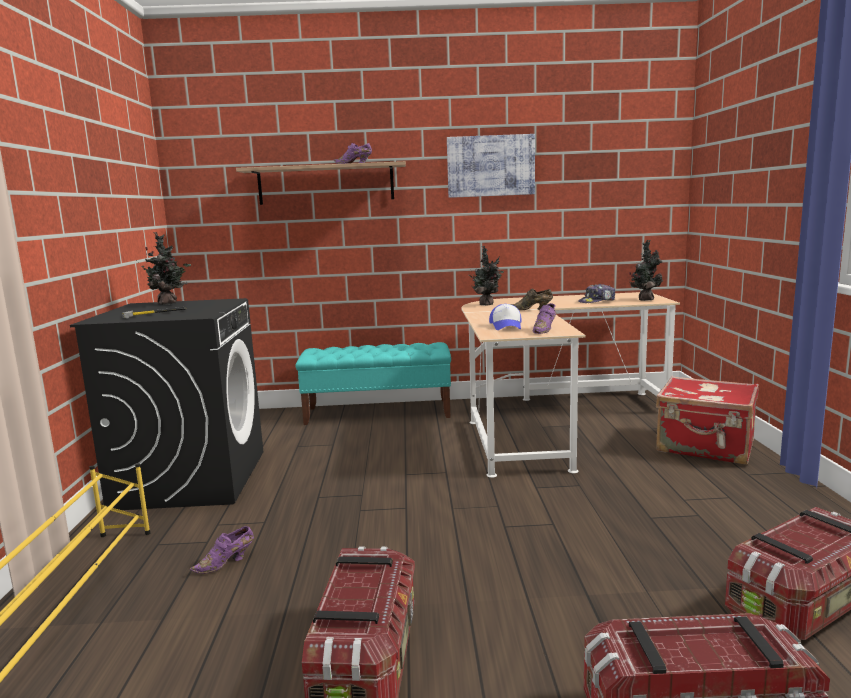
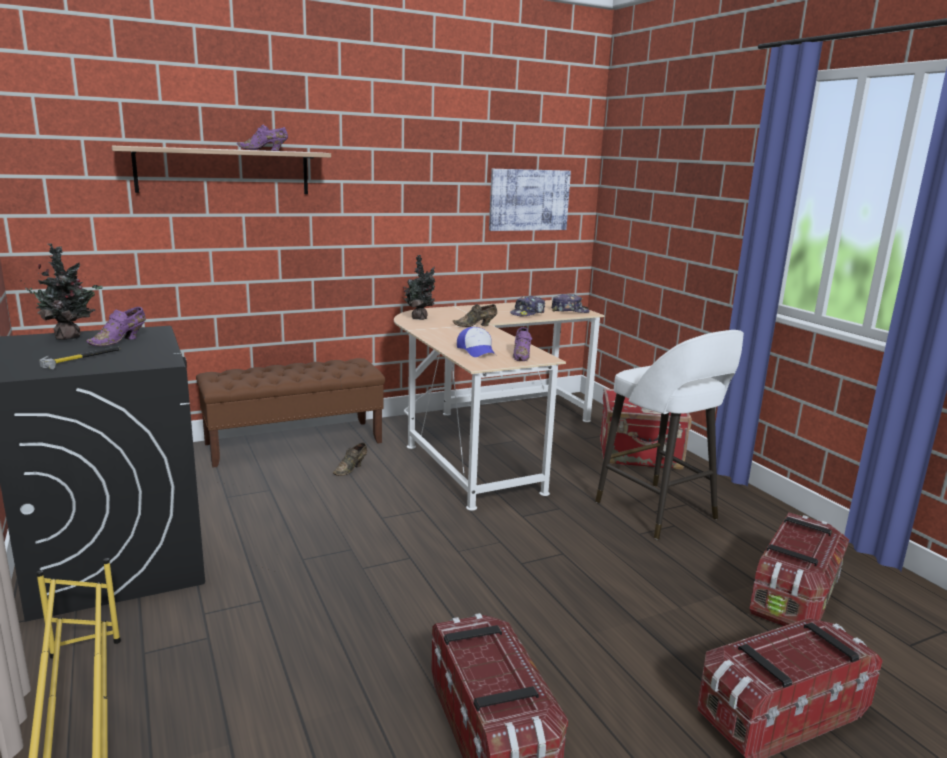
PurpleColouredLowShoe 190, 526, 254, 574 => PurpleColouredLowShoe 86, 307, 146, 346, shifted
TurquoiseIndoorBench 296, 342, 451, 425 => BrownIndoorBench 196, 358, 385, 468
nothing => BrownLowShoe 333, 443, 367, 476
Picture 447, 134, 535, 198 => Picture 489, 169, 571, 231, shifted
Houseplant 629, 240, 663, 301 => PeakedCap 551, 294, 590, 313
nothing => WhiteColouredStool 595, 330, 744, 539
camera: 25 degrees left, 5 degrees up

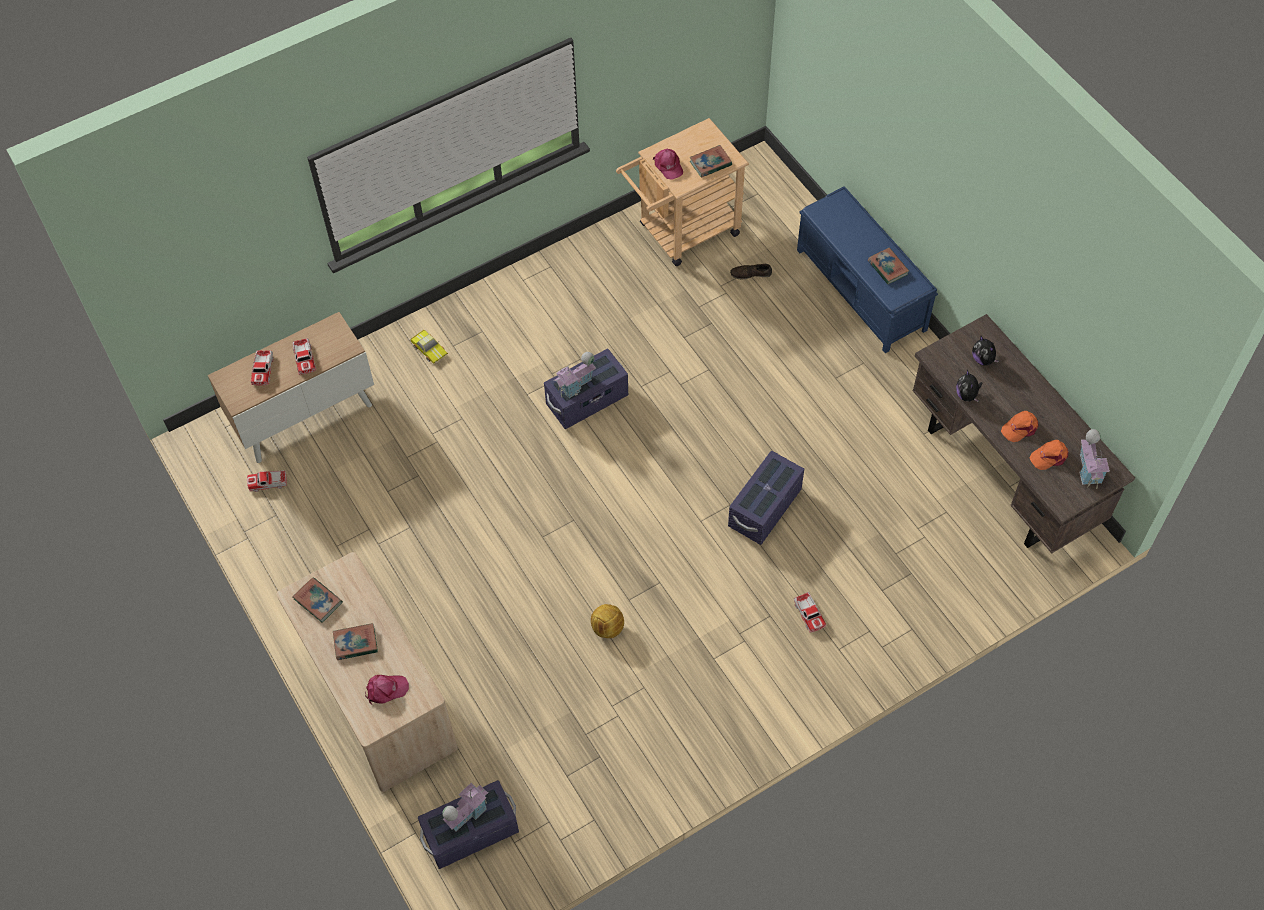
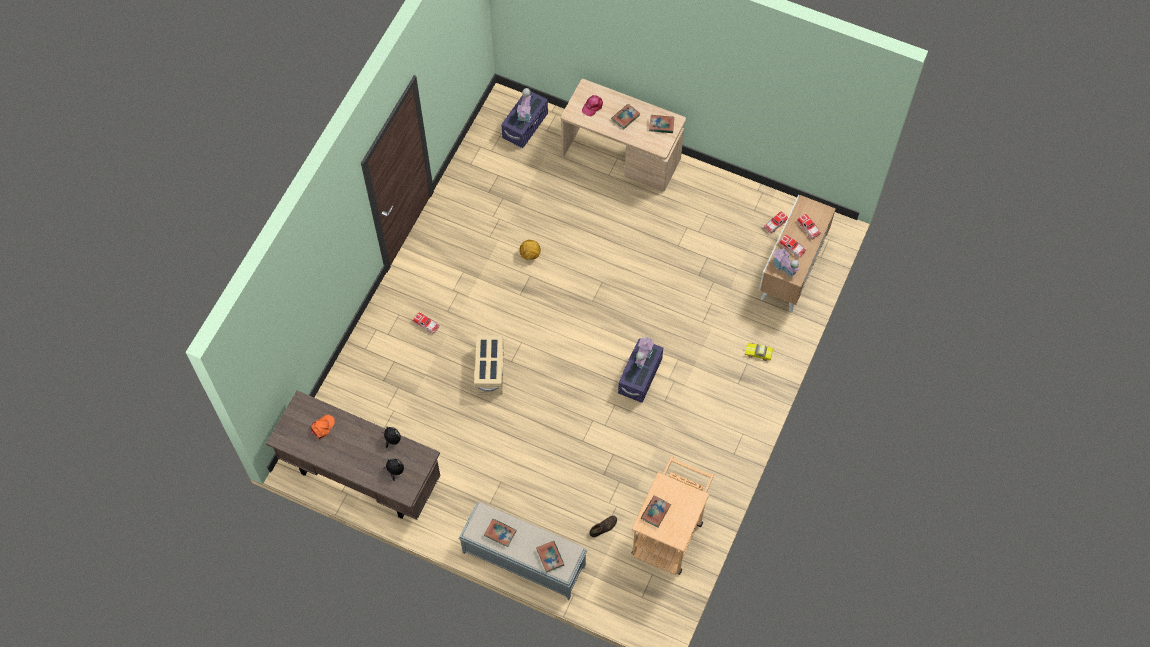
BlueIndoorBench 797, 186, 938, 353 => GreyIndoorBench 458, 502, 587, 600
PurpleColouredStorageBin 728, 451, 804, 545 => SandColouredStorageBin 474, 335, 504, 395
nothing => BoundBook 536, 541, 564, 573
ToyHouse 1079, 429, 1110, 489 => ToyHouse 773, 248, 800, 277, shifted
PinkishPeakedCap 653, 149, 683, 180 => nothing
OrangeColouredPeakedCap 1001, 411, 1038, 442 => nothing
camera: 145 degrees right, 5 degrees up

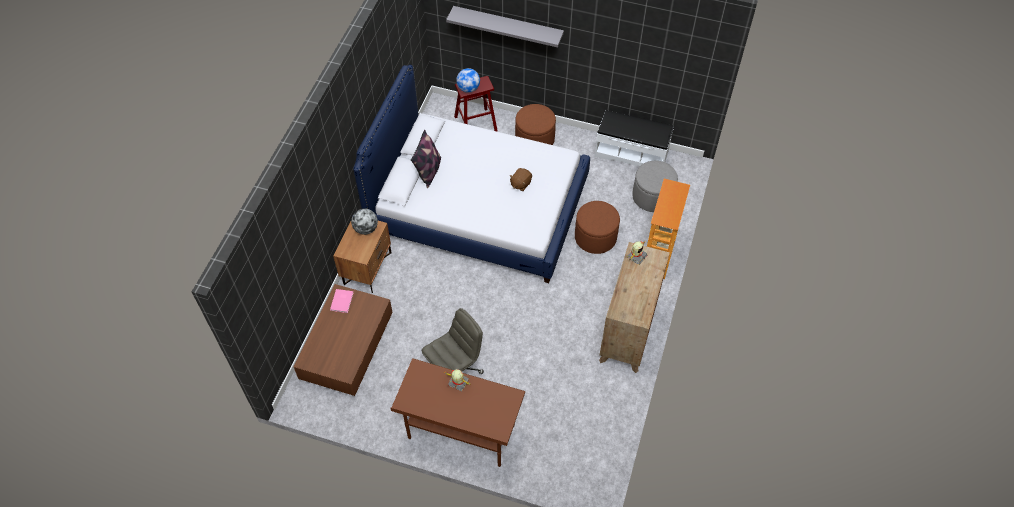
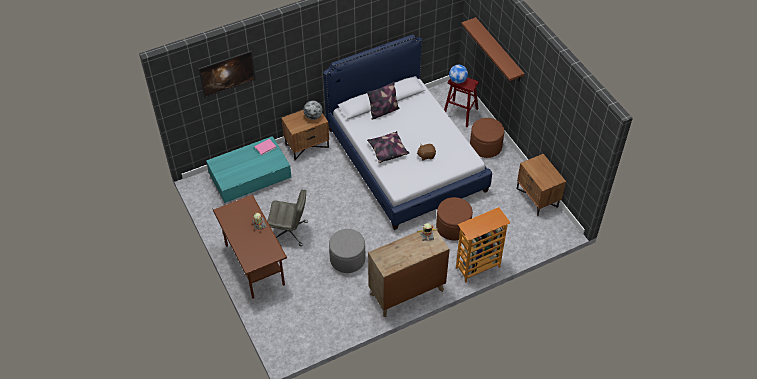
nothing => Picture 198, 51, 256, 98
BrownLoungeTable 294, 284, 393, 396 => TurquoiseLoungeTable 206, 136, 291, 203
GreyPouffe 632, 161, 678, 212 => GreyPouffe 329, 229, 365, 273, shifted
nothing => ThrowPillow 367, 131, 409, 163
GreyWallShelf 446, 6, 564, 47 => BrownWallShelf 462, 17, 525, 81
WhiteColouredIndoorBench 595, 110, 674, 166 => BrownNightTable 517, 154, 566, 216
camera: 45 degrees right, 5 degrees down

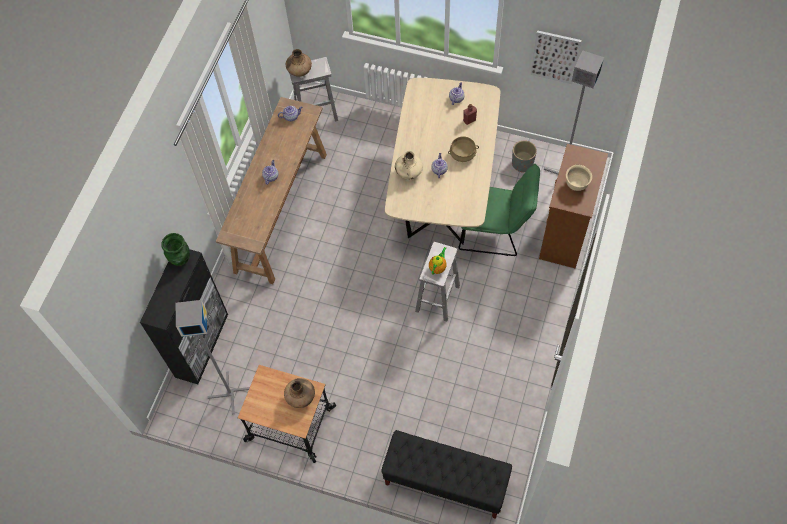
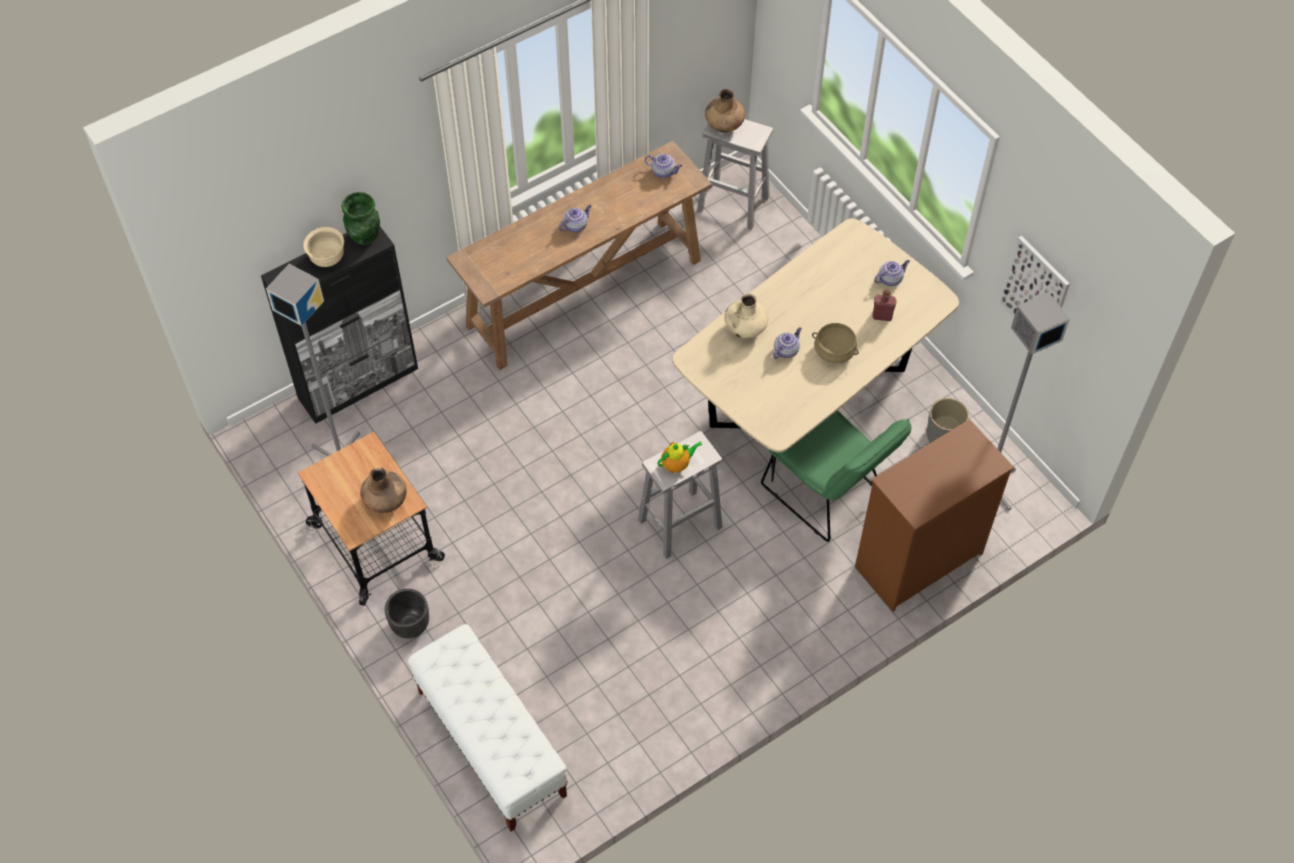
SandColouredServingBowl 566, 165, 592, 191 => SandColouredServingBowl 303, 227, 344, 267, shifted
nothing => BlackishFlowerPot 385, 589, 429, 638
BlackishIndoorBench 382, 430, 512, 519 => WhiteColouredIndoorBench 408, 624, 568, 832
camera: 35 degrees right, 5 degrees down

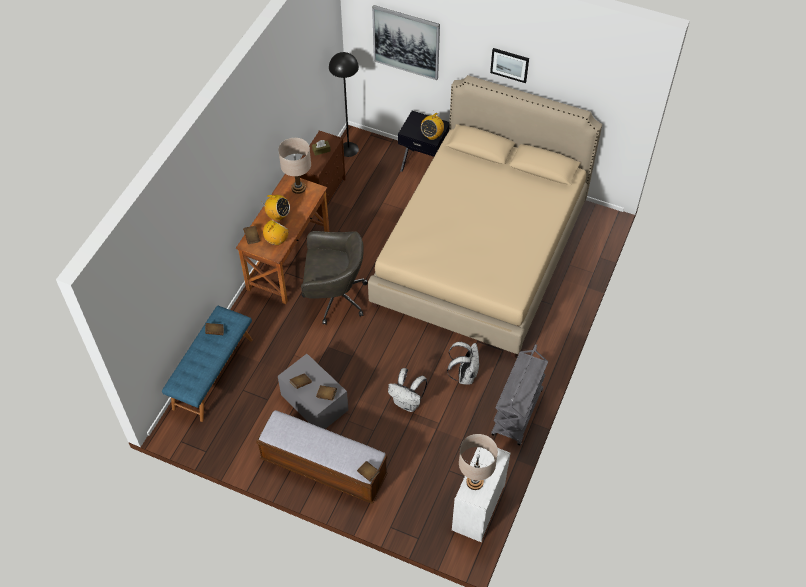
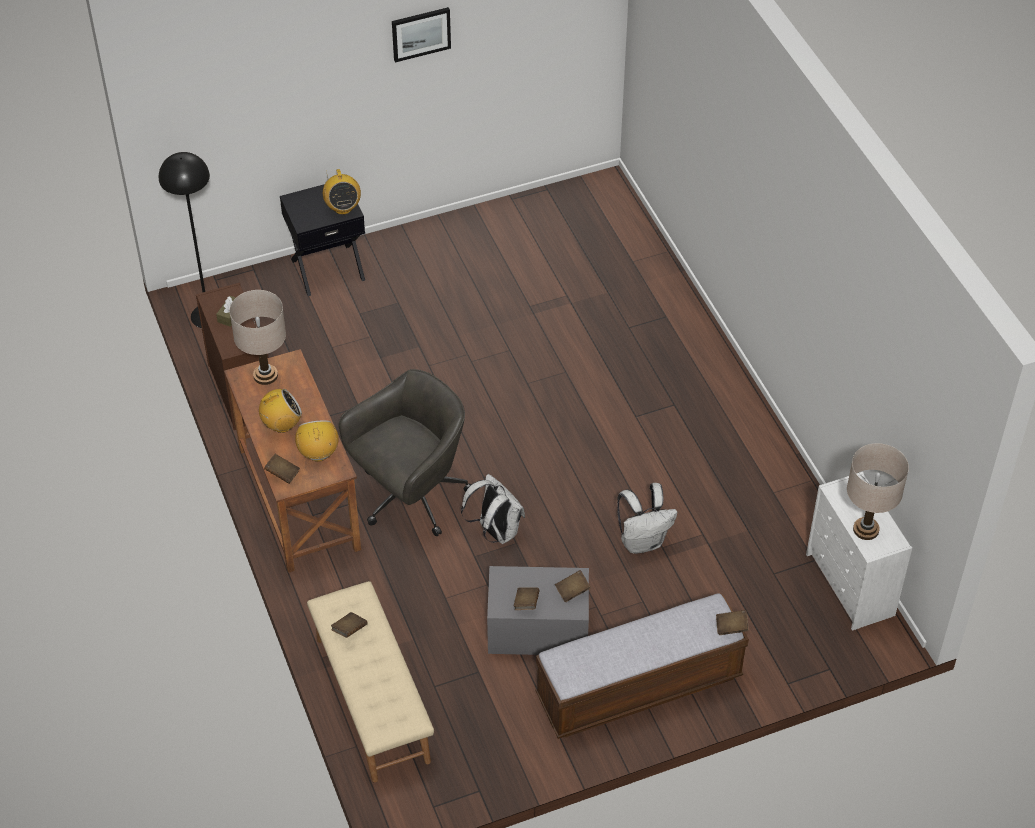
BlueIndoorBench 162, 306, 253, 422 => SandColouredIndoorBench 307, 581, 434, 782
WhiteColouredBackpack 447, 342, 480, 385 => WhiteColouredBackpack 461, 474, 525, 544, shifted
SandColouredBedroomBed 368, 75, 602, 358 => nothing
Picture 372, 5, 440, 80 => nothing
GreyWheeledCart 491, 344, 548, 446 => nothing
camera: 45 degrees left, 5 degrees down

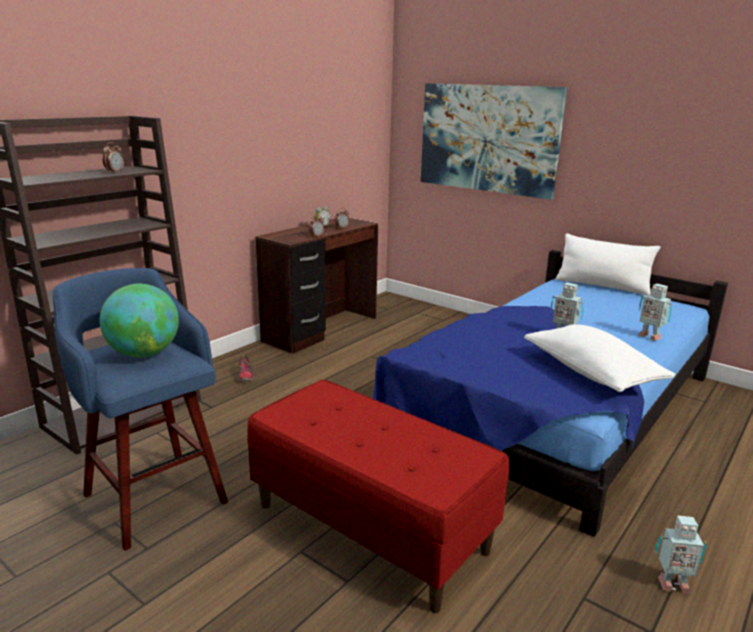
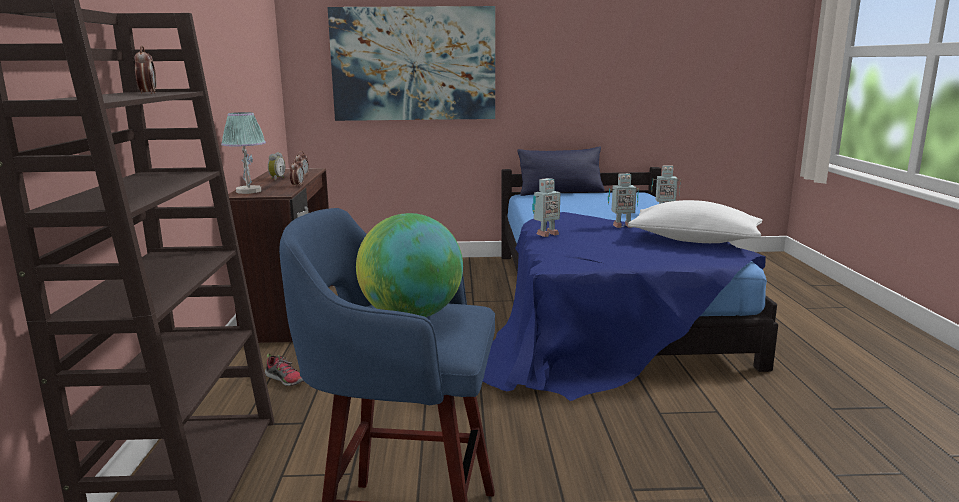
nothing => LampForATable 221, 112, 266, 194
WhiteColouredThrowPillow 556, 234, 661, 296 => BlueThrowPillow 518, 147, 605, 196
RobotFigure 655, 515, 707, 594 => RobotFigure 532, 178, 560, 237, shifted
RedColouredIndoorBench 247, 380, 509, 613 => nothing
camera: 40 degrees left, 5 degrees down

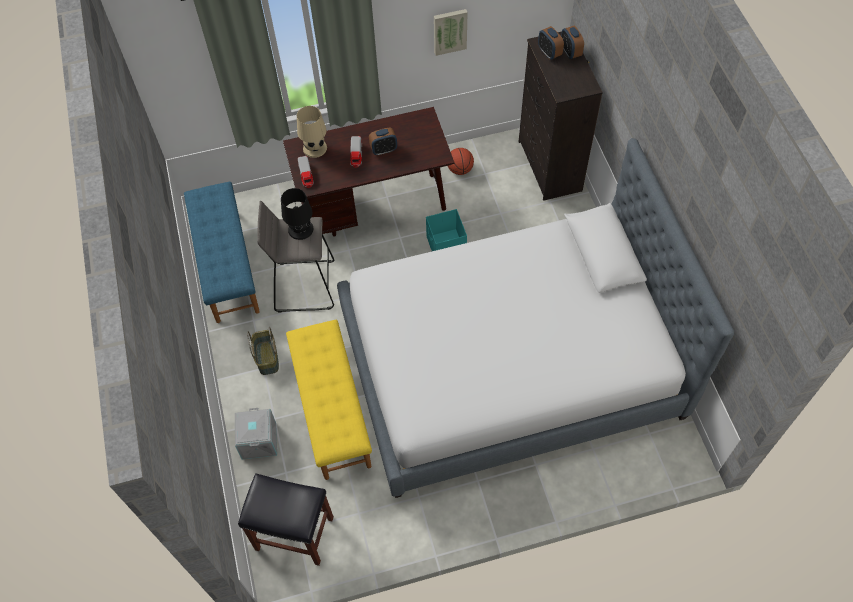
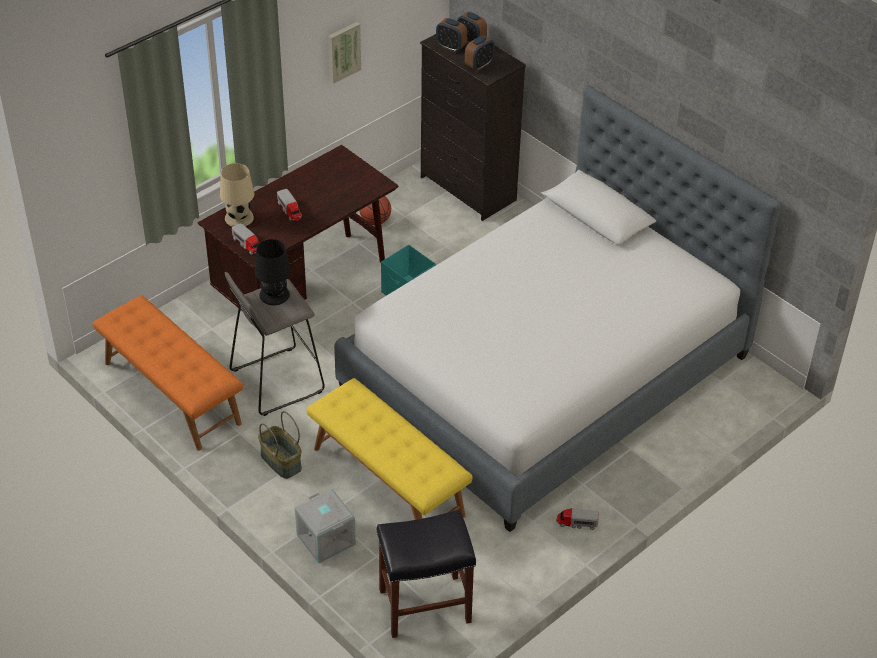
BlueIndoorBench 184, 182, 260, 323 => OrangeColouredIndoorBench 93, 295, 243, 451
BedsideClock 369, 127, 397, 155 => BedsideClock 465, 35, 494, 71, shifted
nothing => ToyTruck 557, 508, 599, 530
camera: 30 degrees left, 15 degrees down

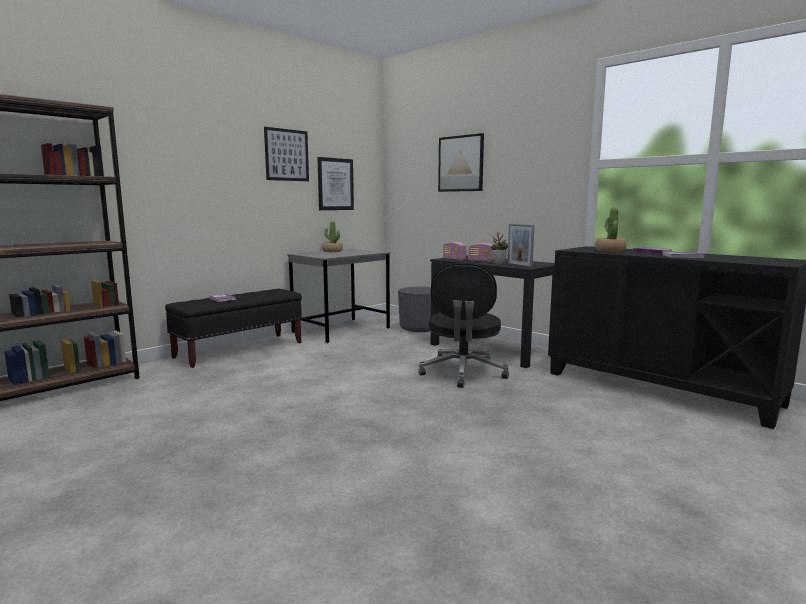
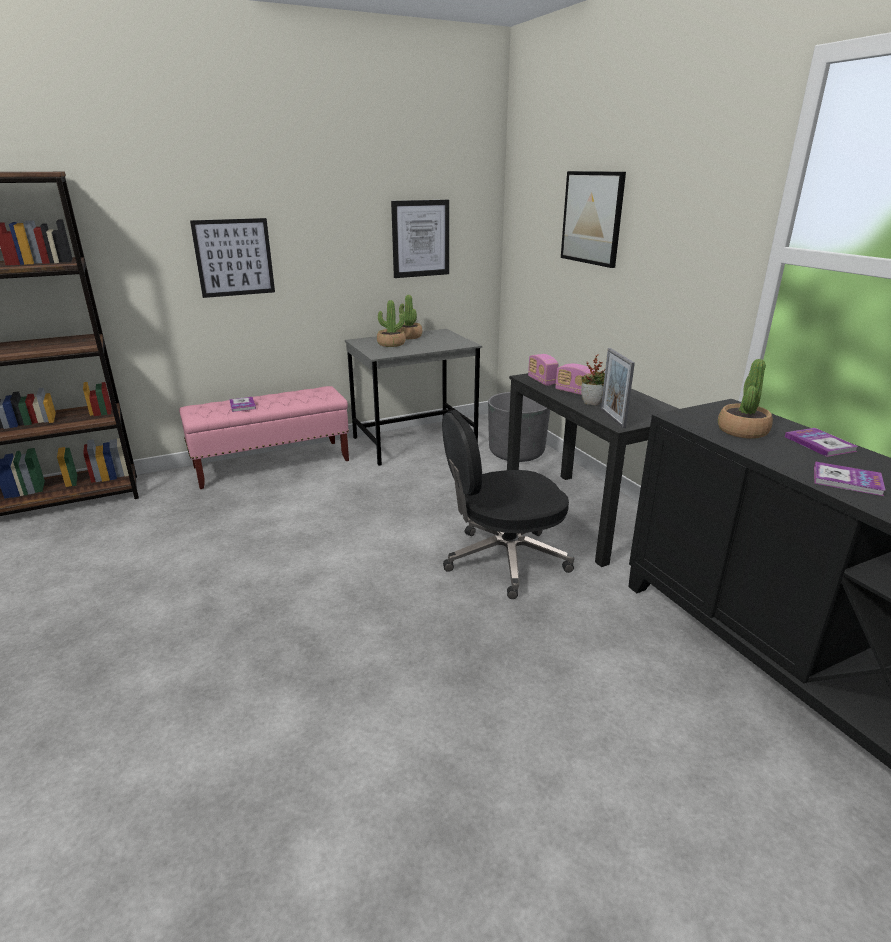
BlackishIndoorBench 165, 289, 302, 368 => PinkishIndoorBench 179, 386, 349, 489
Picture 264, 127, 309, 181 => Picture 190, 218, 275, 298, shifted
nothing => Houseplant 377, 300, 406, 347
BlackishOfficeChair 418, 263, 509, 388 => BlackishOfficeChair 442, 410, 574, 599, 45 degrees clockwise
camera: 20 degrees right, 15 degrees up

